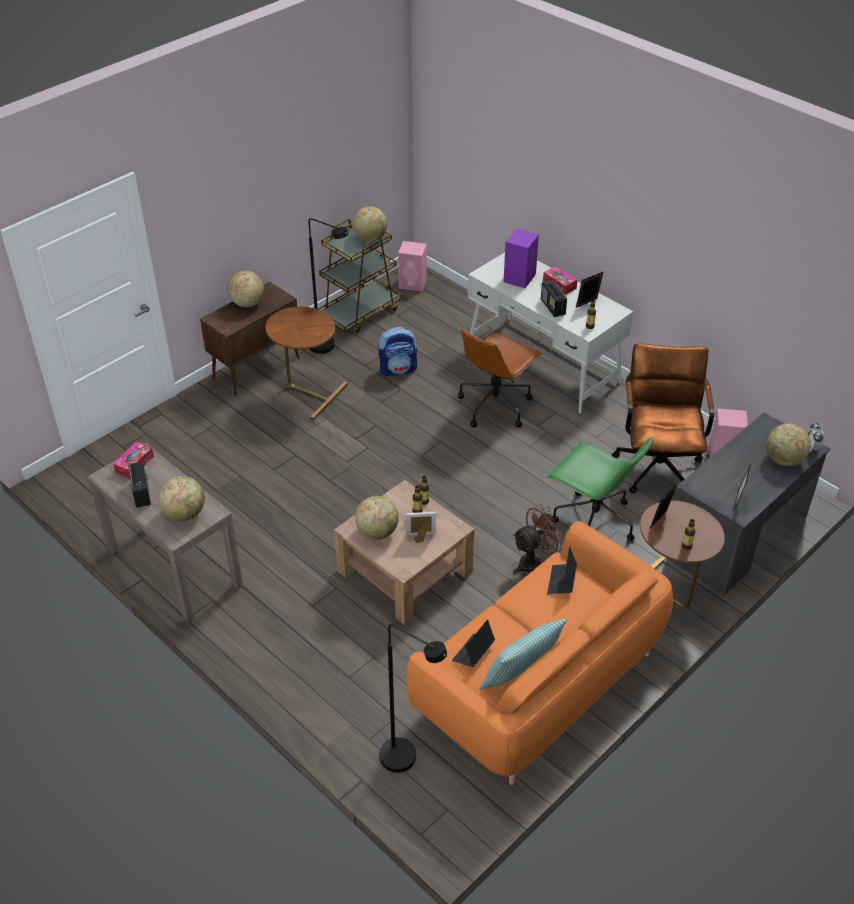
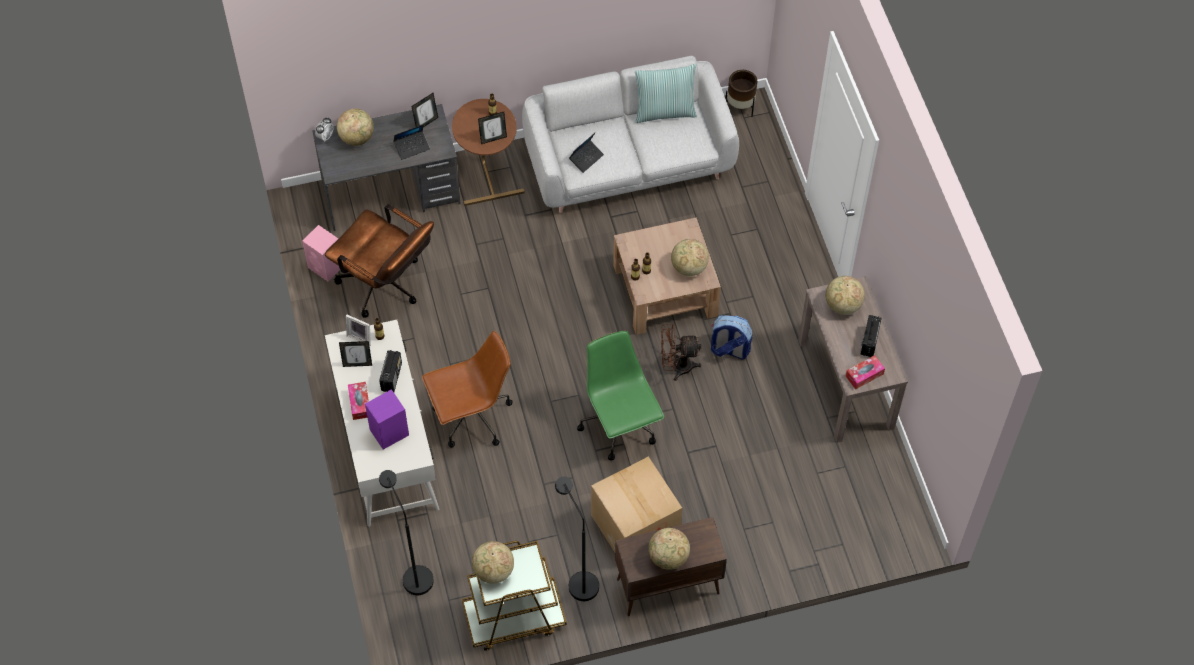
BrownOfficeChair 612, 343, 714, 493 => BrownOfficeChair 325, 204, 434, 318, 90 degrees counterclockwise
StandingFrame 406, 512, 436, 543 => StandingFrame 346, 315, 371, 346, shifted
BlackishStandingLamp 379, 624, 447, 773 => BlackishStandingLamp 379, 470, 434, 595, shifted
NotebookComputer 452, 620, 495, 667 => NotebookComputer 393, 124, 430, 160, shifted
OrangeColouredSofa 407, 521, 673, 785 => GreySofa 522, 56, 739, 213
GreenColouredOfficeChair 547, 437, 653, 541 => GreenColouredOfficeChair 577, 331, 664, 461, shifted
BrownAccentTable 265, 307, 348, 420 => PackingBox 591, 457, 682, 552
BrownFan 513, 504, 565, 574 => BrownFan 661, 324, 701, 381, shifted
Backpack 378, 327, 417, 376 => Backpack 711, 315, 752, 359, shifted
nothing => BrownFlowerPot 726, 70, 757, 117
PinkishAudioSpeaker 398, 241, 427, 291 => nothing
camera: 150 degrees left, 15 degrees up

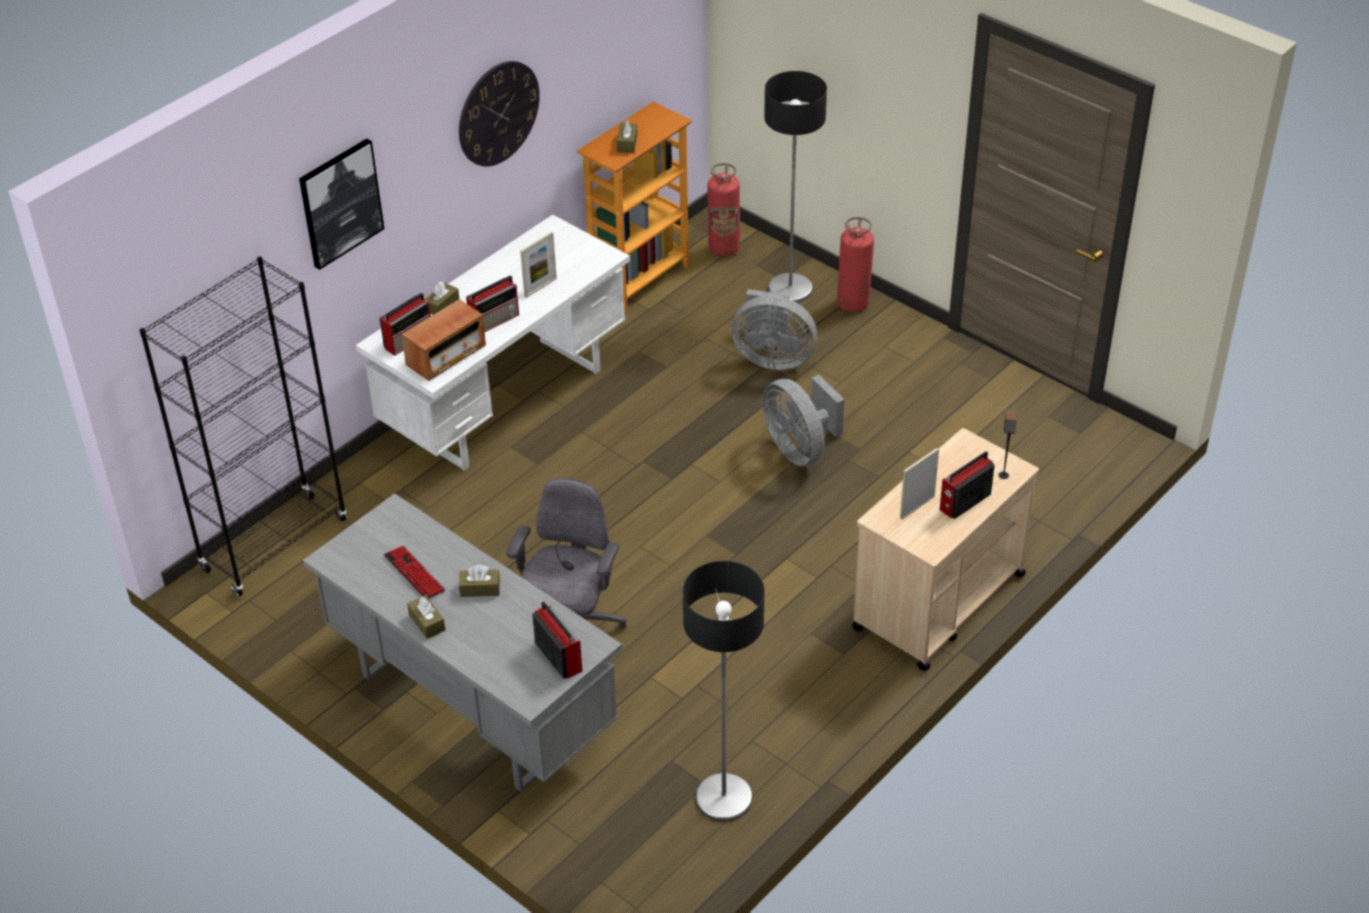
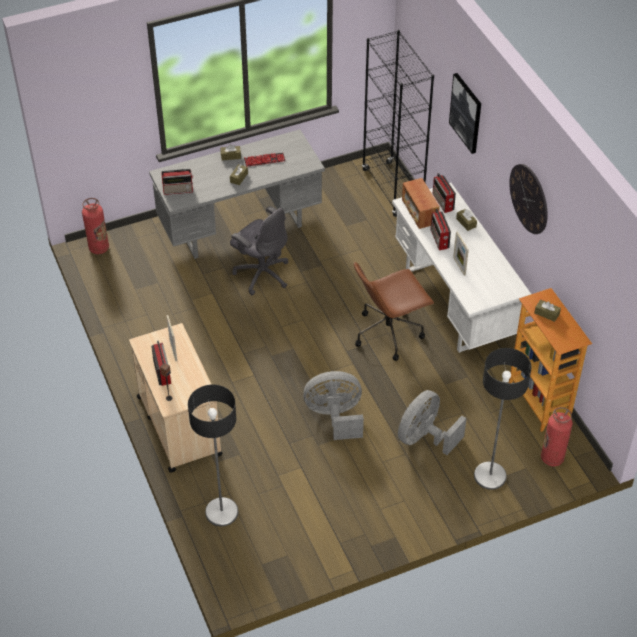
FireExtinguisher 837, 217, 874, 312 => FireExtinguisher 82, 198, 109, 254, shifted
StandingLamp 683, 561, 765, 821 => StandingLamp 188, 384, 238, 526, shifted
nothing => BrownOfficeChair 354, 262, 434, 361
camera: 115 degrees right, 5 degrees up

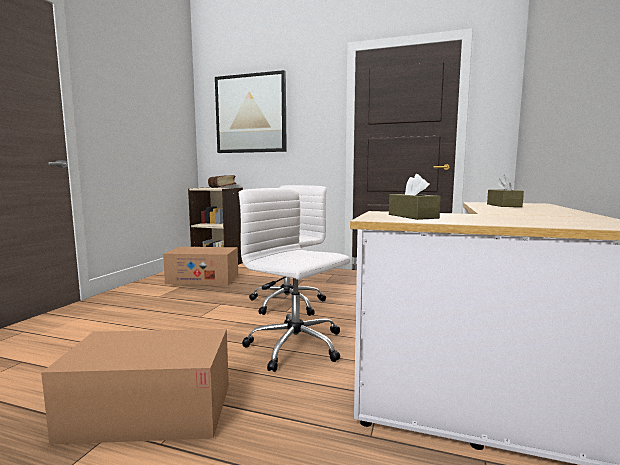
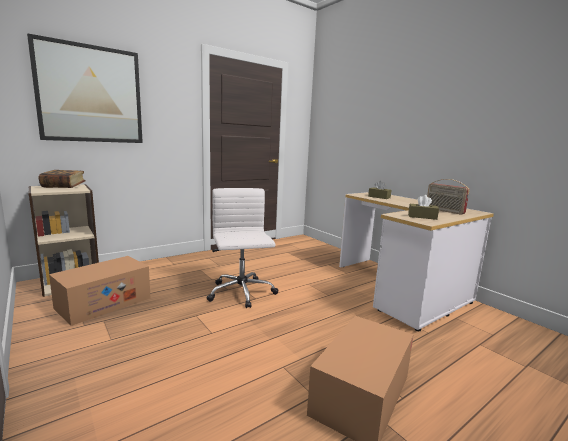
nothing => RadioReceiver 427, 179, 470, 215
WhiteColouredOfficeChair 239, 188, 350, 372 => nothing
camera: 55 degrees left, 5 degrees up

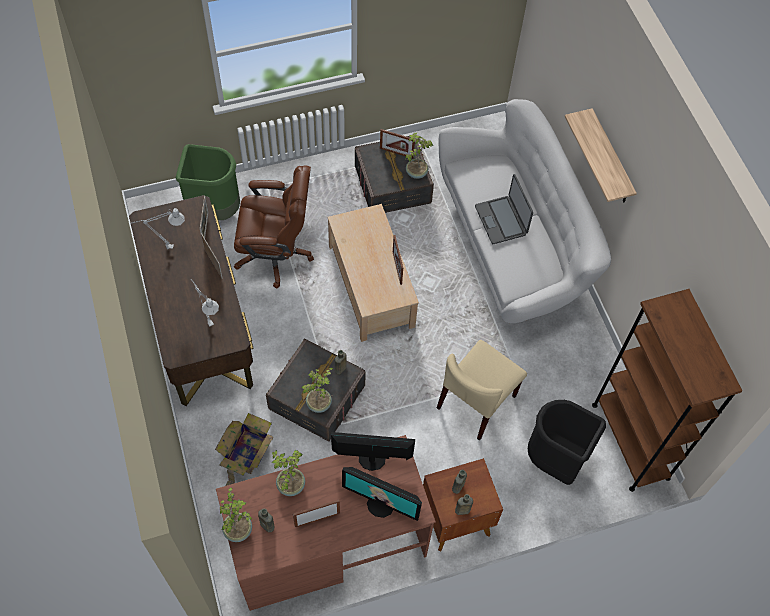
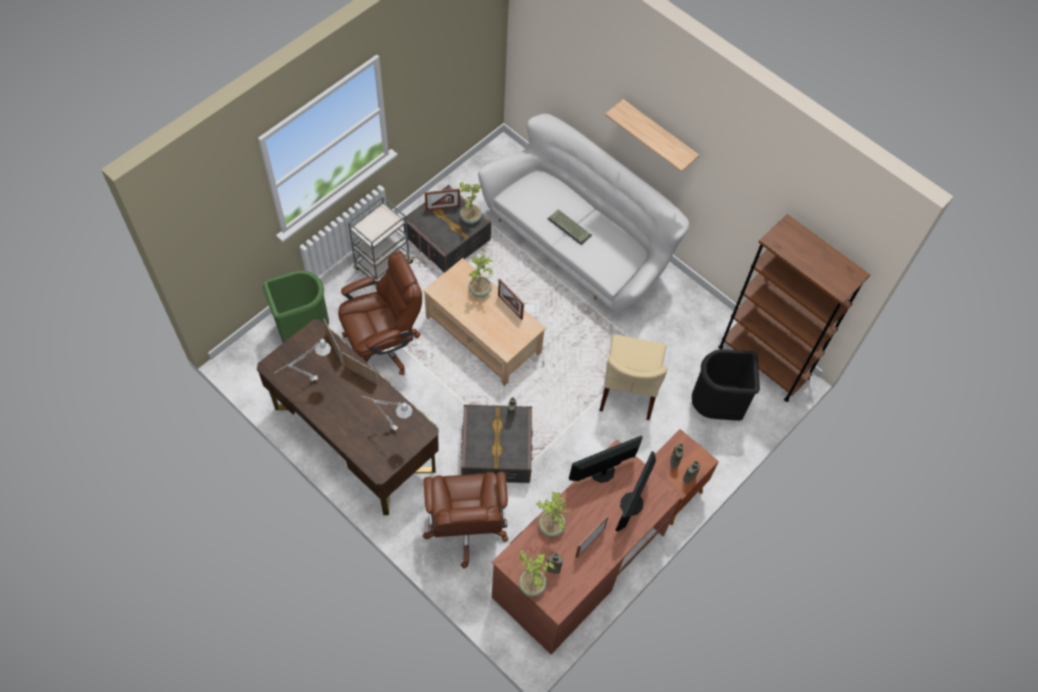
nothing => GreyWheeledCart 348, 196, 414, 287
PackingBox 215, 413, 273, 486 => BrownOfficeChair 423, 472, 508, 568
Houseplant 302, 368, 333, 413 => Houseplant 468, 251, 493, 297, shifted
NotebookComputer 475, 174, 533, 244 => ComputerKeyboard 548, 209, 592, 245
ComputerScreen 342, 467, 422, 521 => ComputerScreen 616, 451, 656, 531, 120 degrees clockwise
camera: 30 degrees left, 0 degrees up

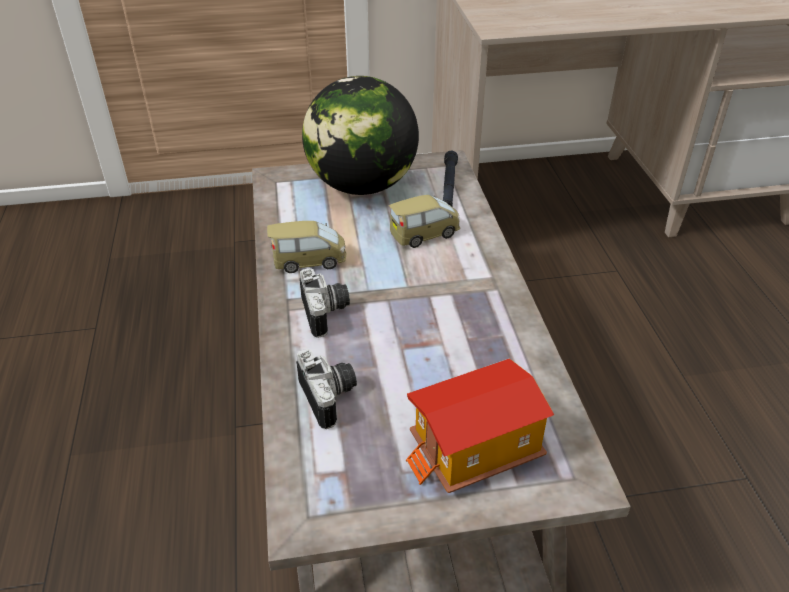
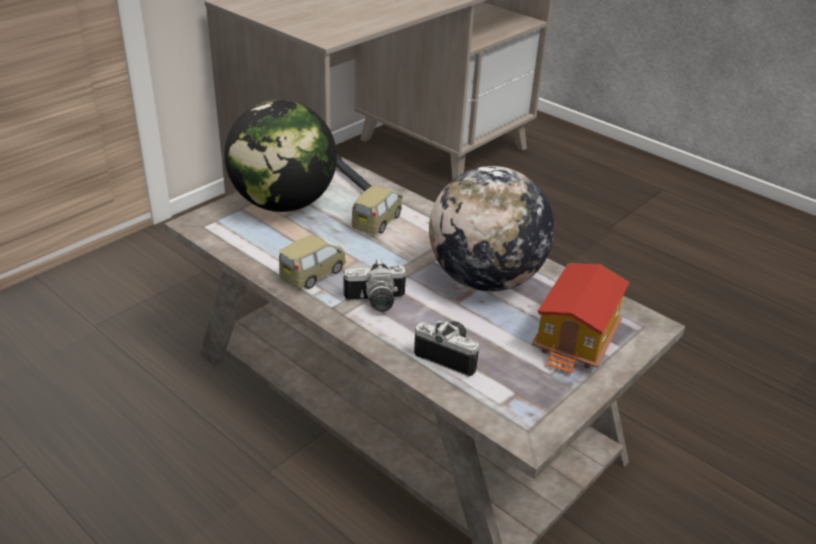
StillCamera 299, 268, 350, 338 => StillCamera 344, 259, 406, 312, 135 degrees clockwise
nothing => WorldGlobe 429, 166, 554, 292
camera: 40 degrees left, 5 degrees down

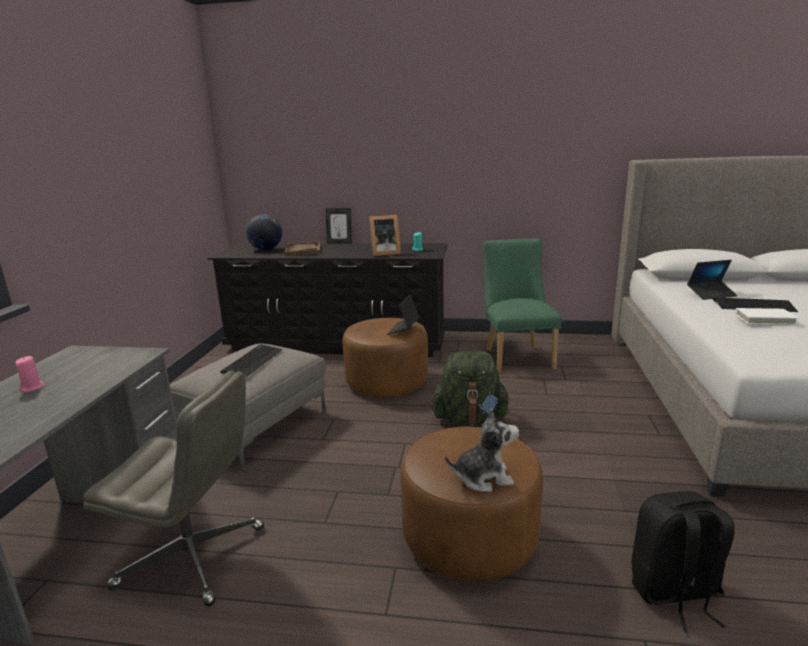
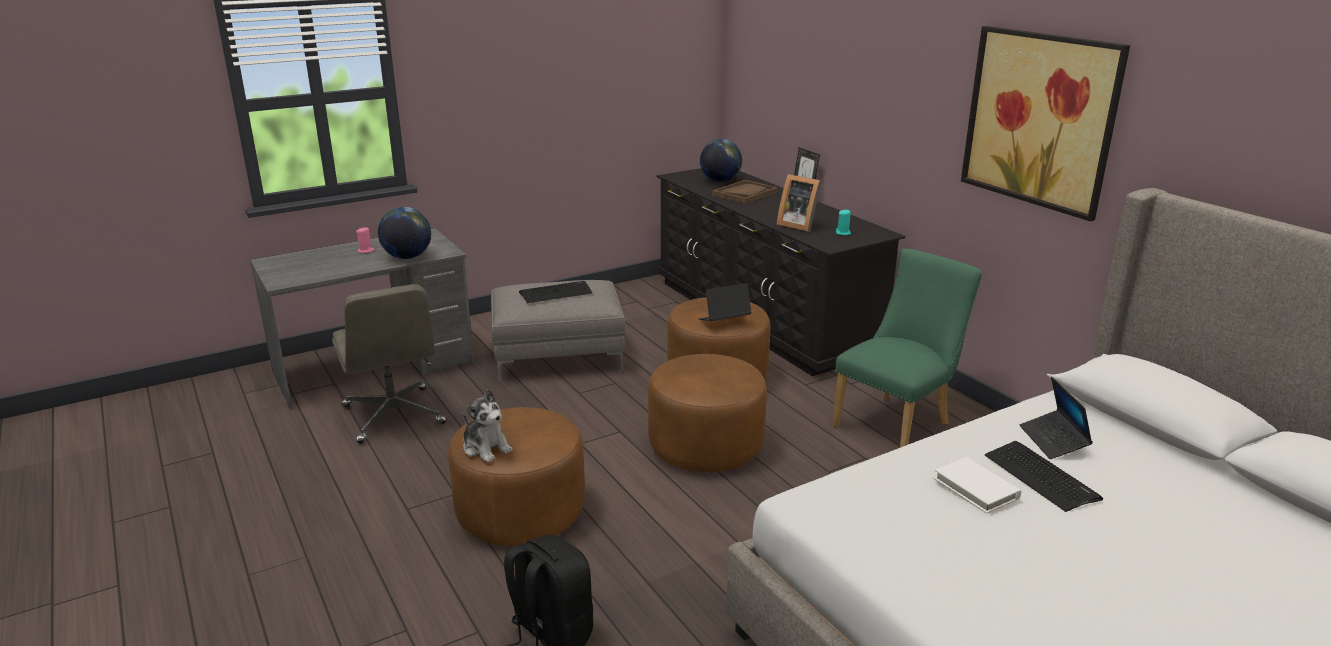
nothing => WorldGlobe 378, 207, 431, 259
GreenColouredBackpack 432, 351, 511, 425 => BrownPouffe 648, 354, 767, 472
nothing => Picture 961, 26, 1130, 221
NotebookComputer 687, 260, 738, 300 => NotebookComputer 1020, 377, 1093, 459, 45 degrees clockwise
camera: 50 degrees right, 5 degrees up

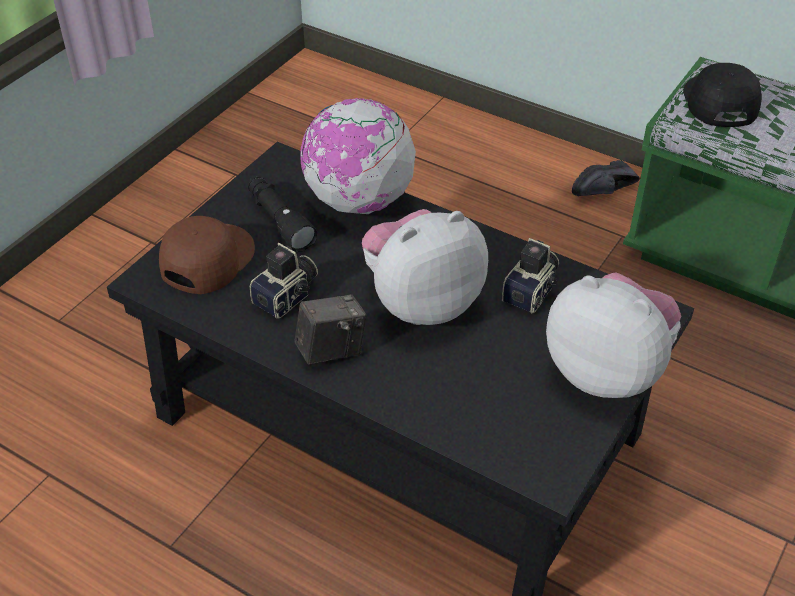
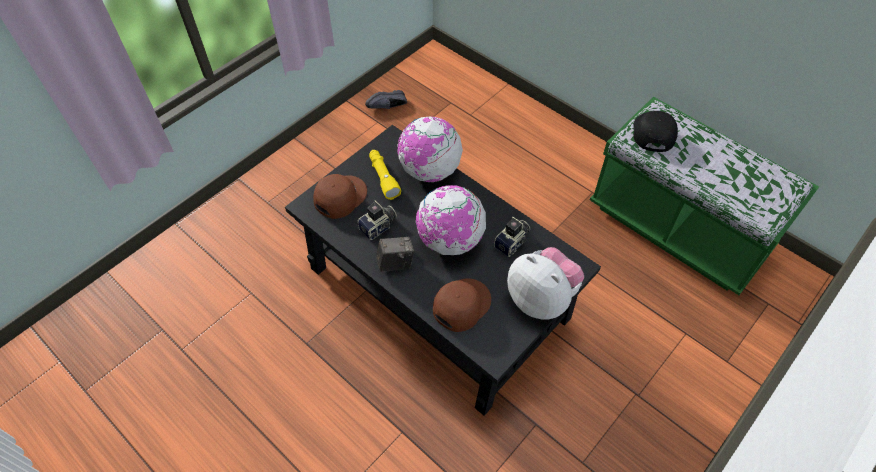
BlackishLowShoe 572, 160, 640, 196 => BlackishLowShoe 365, 90, 407, 109, shifted
BlackishHandTorch 248, 176, 317, 252 => YellowHandTorch 369, 150, 401, 200
CuddlyToy 362, 209, 488, 325 => WorldGlobe 416, 185, 486, 255
nothing => BrownPeakedCap 433, 278, 491, 332
camera: 10 degrees right, 10 degrees up

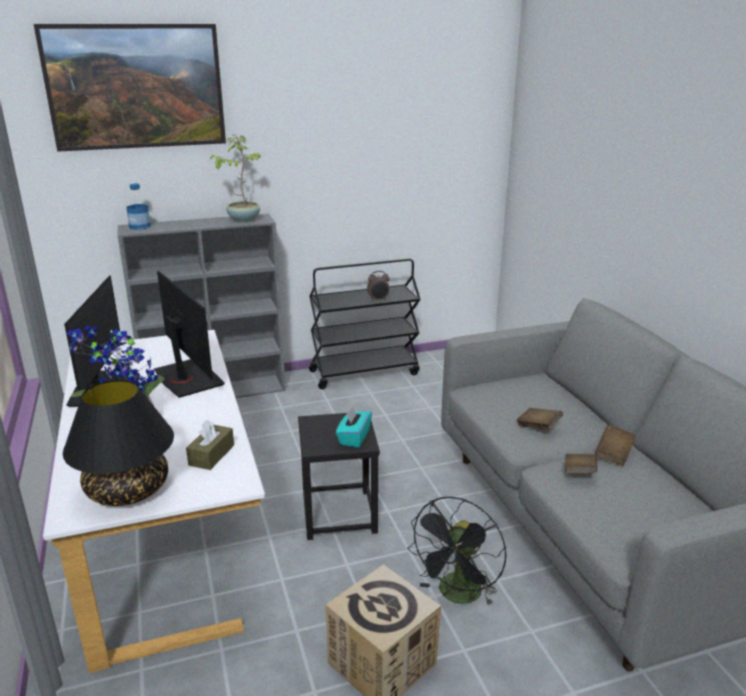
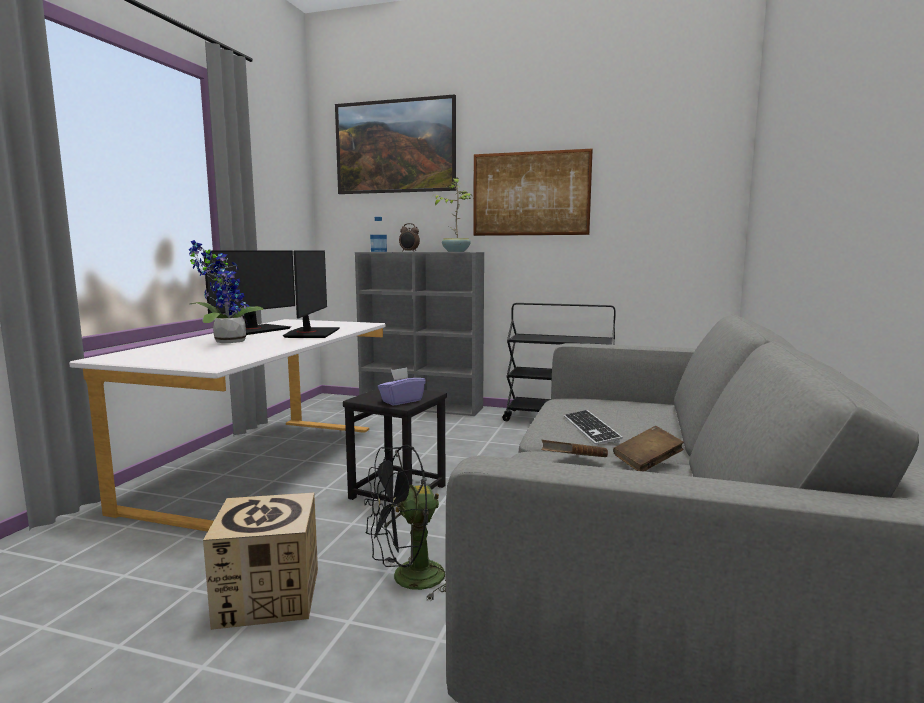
TurquoiseTissueHolder 336, 406, 372, 448 => PurpleColouredTissueHolder 378, 367, 426, 405
BedsideClock 367, 271, 390, 301 => BedsideClock 399, 223, 420, 252, shifted
nothing => Picture 473, 149, 593, 236
BrownBoundBook 516, 408, 563, 430 => ComputerKeyboard 564, 410, 623, 445
BlackishLampForATable 63, 380, 174, 506 => nothing
BrownTissueHolder 186, 419, 234, 470 => nothing
camera: 35 degrees right, 15 degrees down

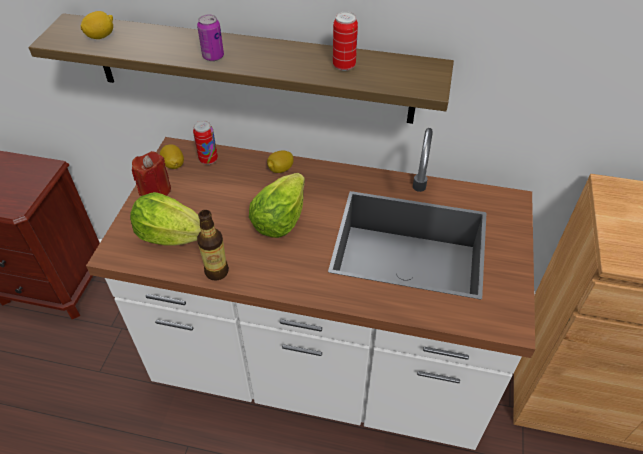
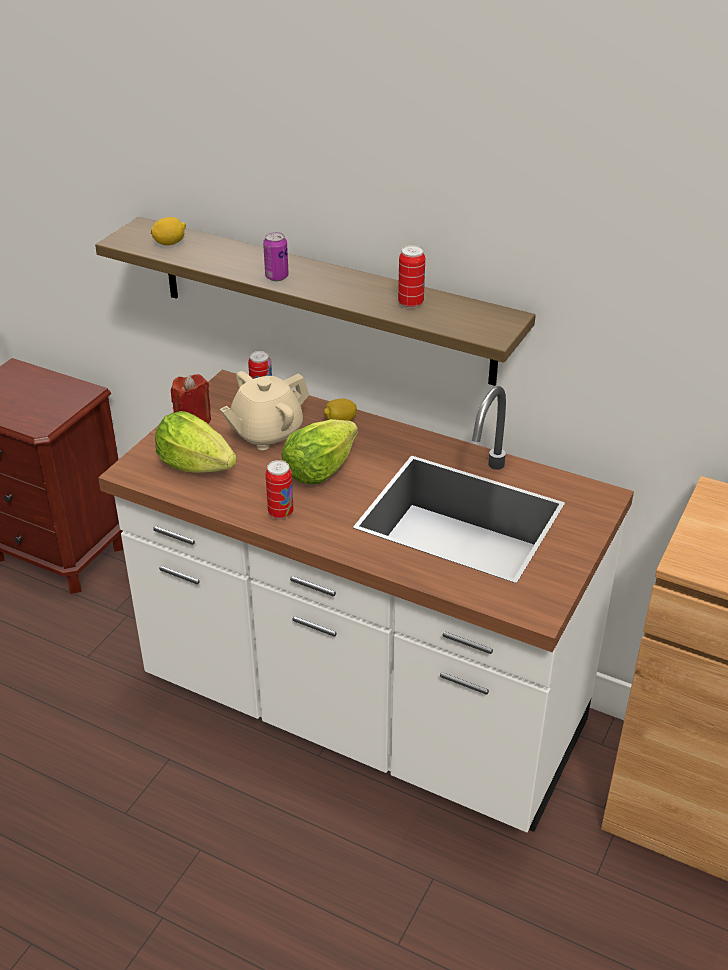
nothing => SandColouredTeaPot 220, 371, 309, 450
nothing => SealedCan 266, 460, 294, 519
WholeLemon 160, 144, 184, 169 => nothing
Bottle 197, 210, 229, 281 => nothing
camera: 15 degrees right, 10 degrees down

